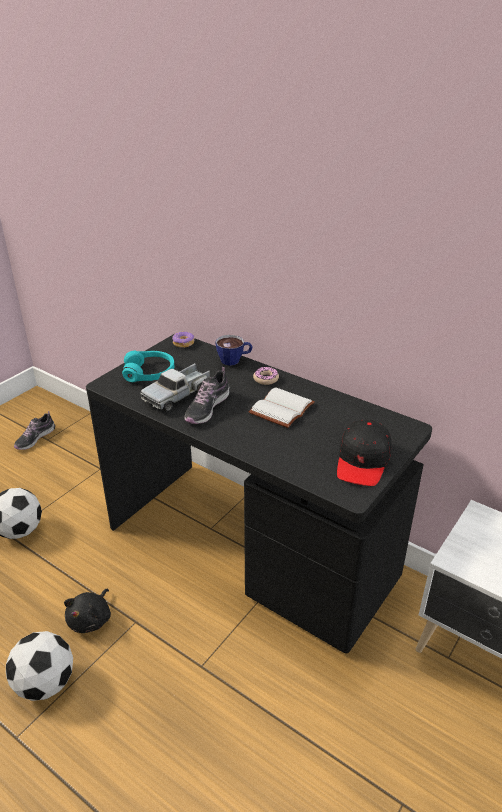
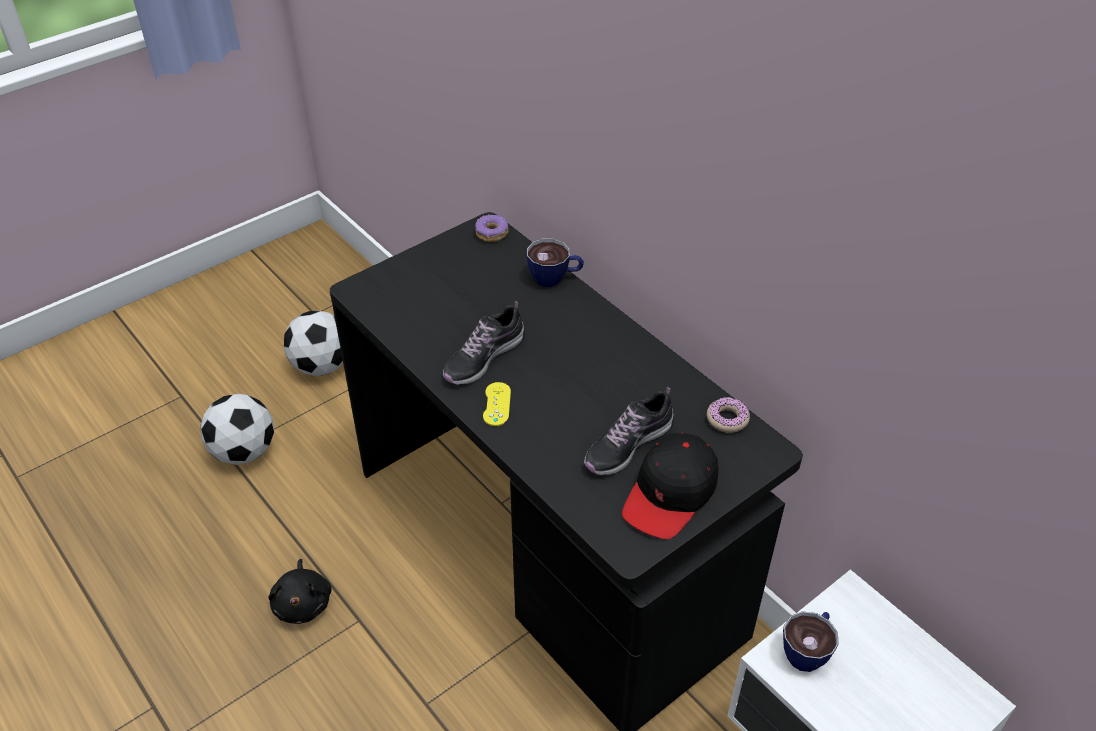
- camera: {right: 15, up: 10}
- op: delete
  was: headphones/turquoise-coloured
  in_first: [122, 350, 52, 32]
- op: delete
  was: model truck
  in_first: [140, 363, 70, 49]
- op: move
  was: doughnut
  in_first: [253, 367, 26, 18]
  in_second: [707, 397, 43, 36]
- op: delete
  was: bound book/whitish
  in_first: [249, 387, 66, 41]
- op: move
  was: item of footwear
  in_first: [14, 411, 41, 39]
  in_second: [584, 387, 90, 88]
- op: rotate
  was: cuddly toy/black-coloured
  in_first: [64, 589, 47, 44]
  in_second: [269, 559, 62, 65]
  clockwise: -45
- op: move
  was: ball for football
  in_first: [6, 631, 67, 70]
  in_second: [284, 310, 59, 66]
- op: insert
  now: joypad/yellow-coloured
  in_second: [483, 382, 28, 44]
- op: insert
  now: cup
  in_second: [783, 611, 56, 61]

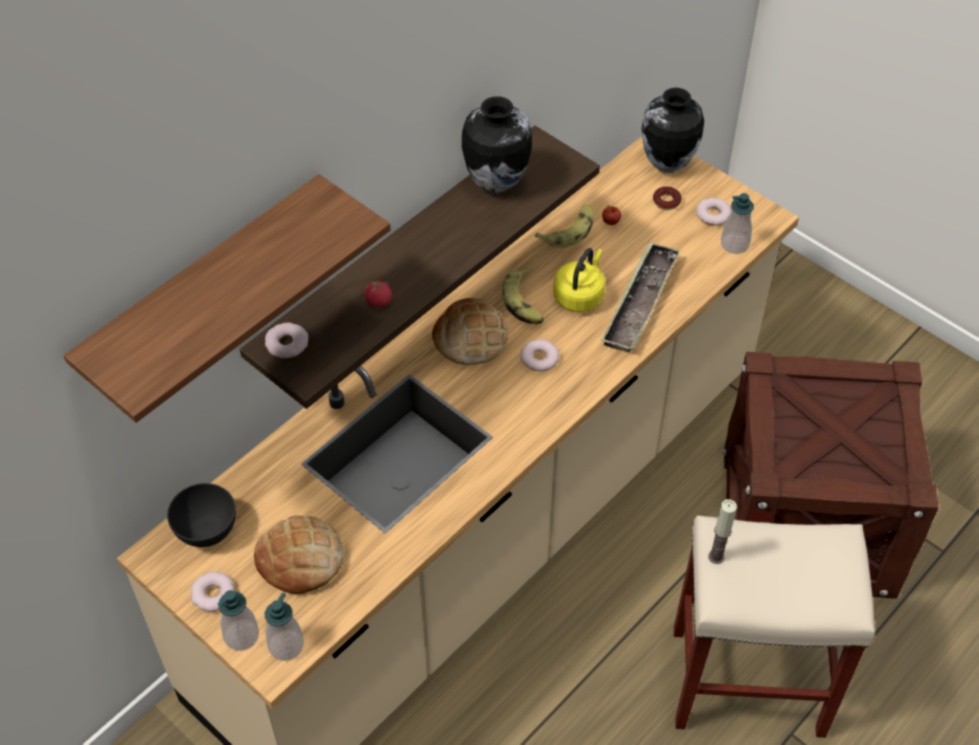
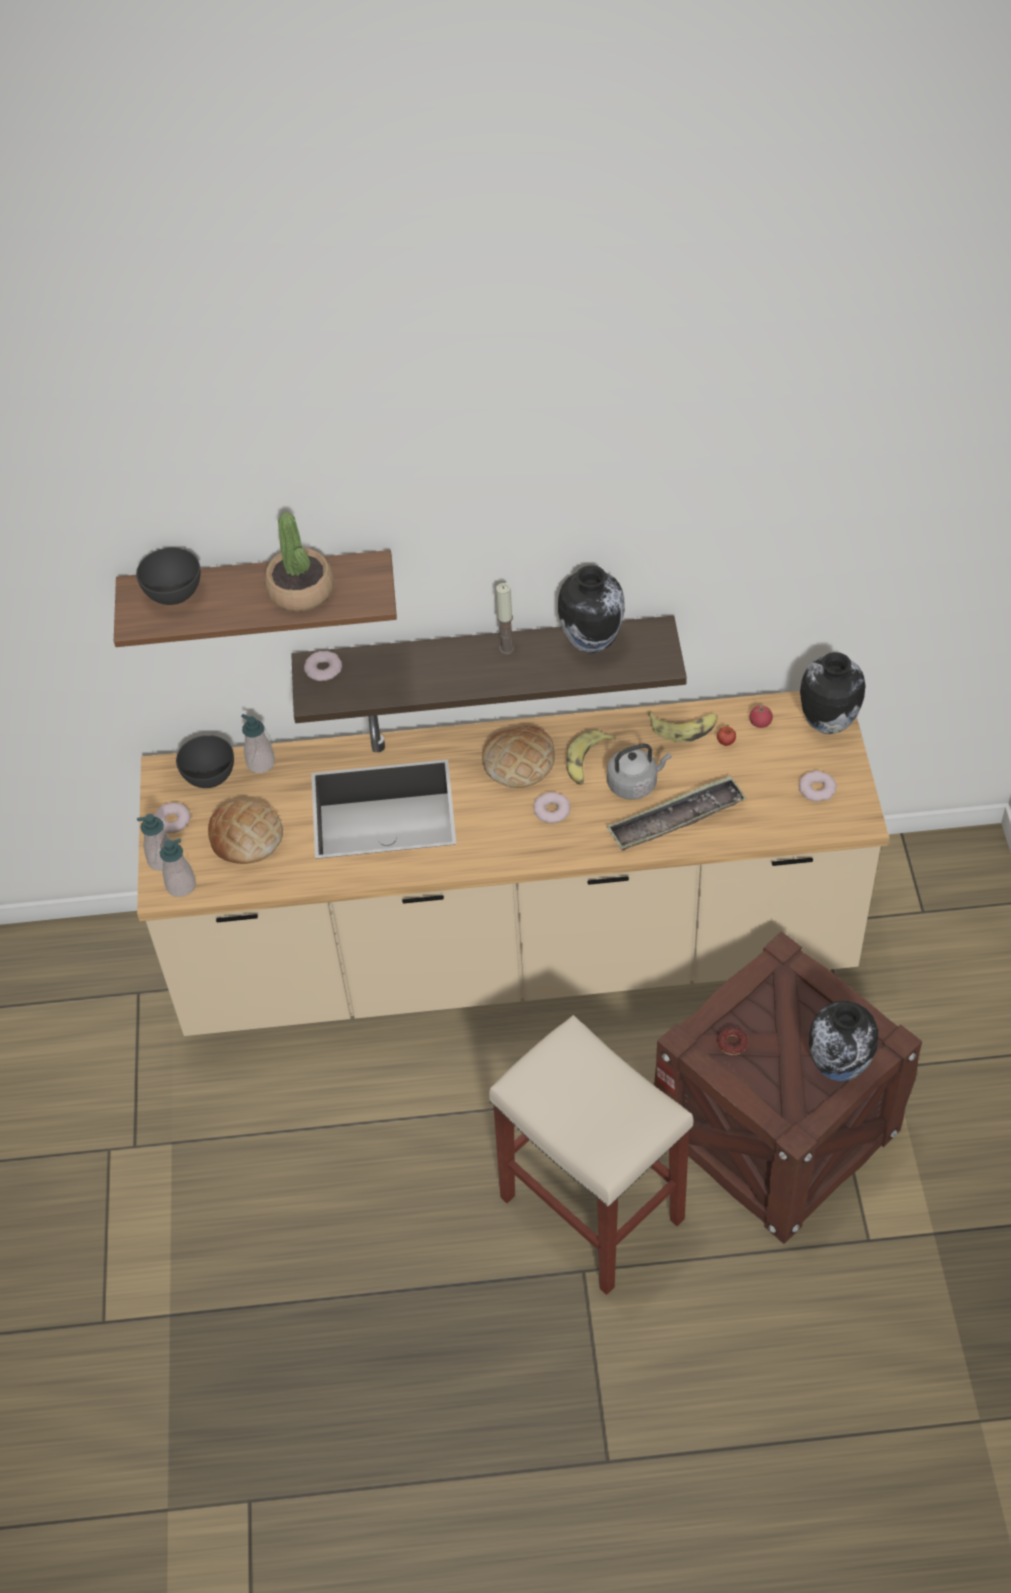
- camera: {right: 45, up: 0}
- op: move
  was: doughnut
  in_first: [653, 187, 29, 23]
  in_second: [717, 1027, 31, 28]
- op: move
  was: soap dispenser
  in_first: [721, 193, 33, 61]
  in_second: [241, 714, 34, 59]
- op: recolor
  was: water kettle/yellow-coloured
  now: water kettle/greyish
  in_first: [553, 248, 52, 64]
  in_second: [607, 743, 65, 57]
- op: move
  was: tomato
  in_first: [365, 281, 27, 27]
  in_second: [749, 704, 24, 24]
- op: move
  was: wax candle
  in_first: [708, 499, 29, 65]
  in_second: [496, 583, 19, 71]
- op: insert
  now: plant in a pot
  in_second: [264, 513, 70, 99]
- op: insert
  now: bowl/greyish
  in_second: [136, 548, 64, 57]
- op: insert
  now: vase
  in_second: [809, 1001, 69, 80]

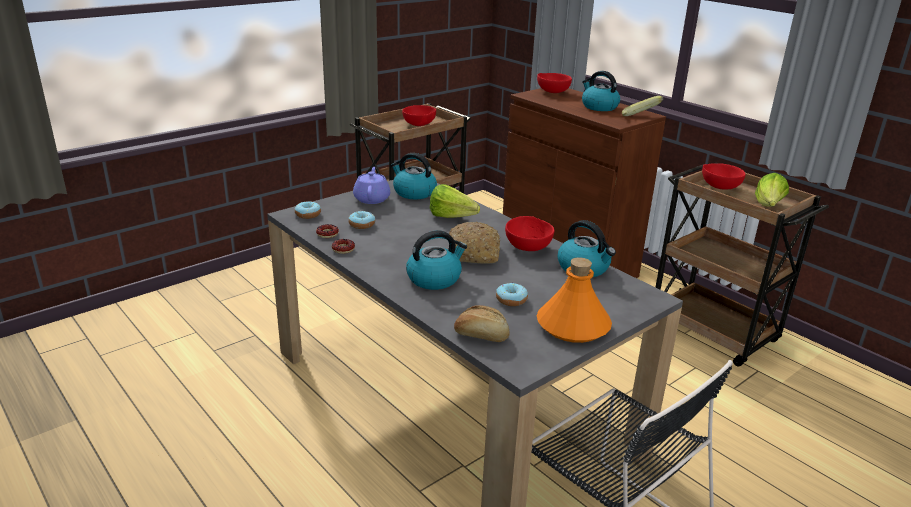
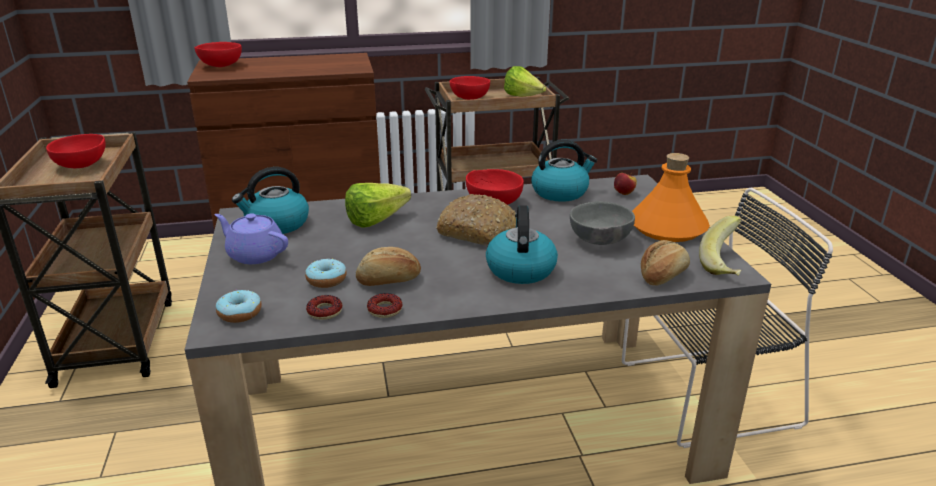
- camera: {right: -60, up: 0}
- op: delete
  was: water kettle
  in_first: [582, 71, 38, 40]
- op: move
  was: banana
  in_first: [622, 96, 41, 20]
  in_second: [699, 216, 43, 60]
- op: replace
  was: doughnut
  now: bowl/greyish
  in_first: [496, 282, 32, 24]
  in_second: [570, 202, 65, 43]
- op: insert
  now: apple
  in_second: [614, 173, 23, 22]
- op: insert
  now: bakery bread
  in_second: [356, 247, 65, 39]

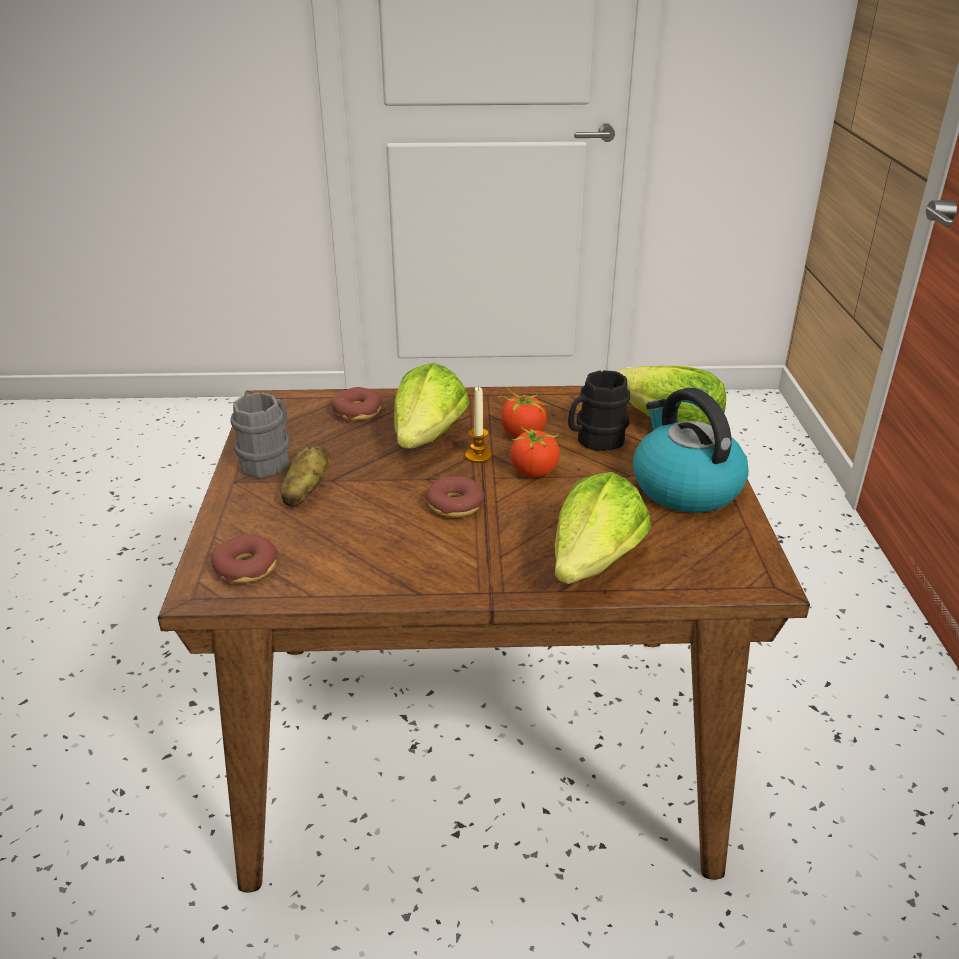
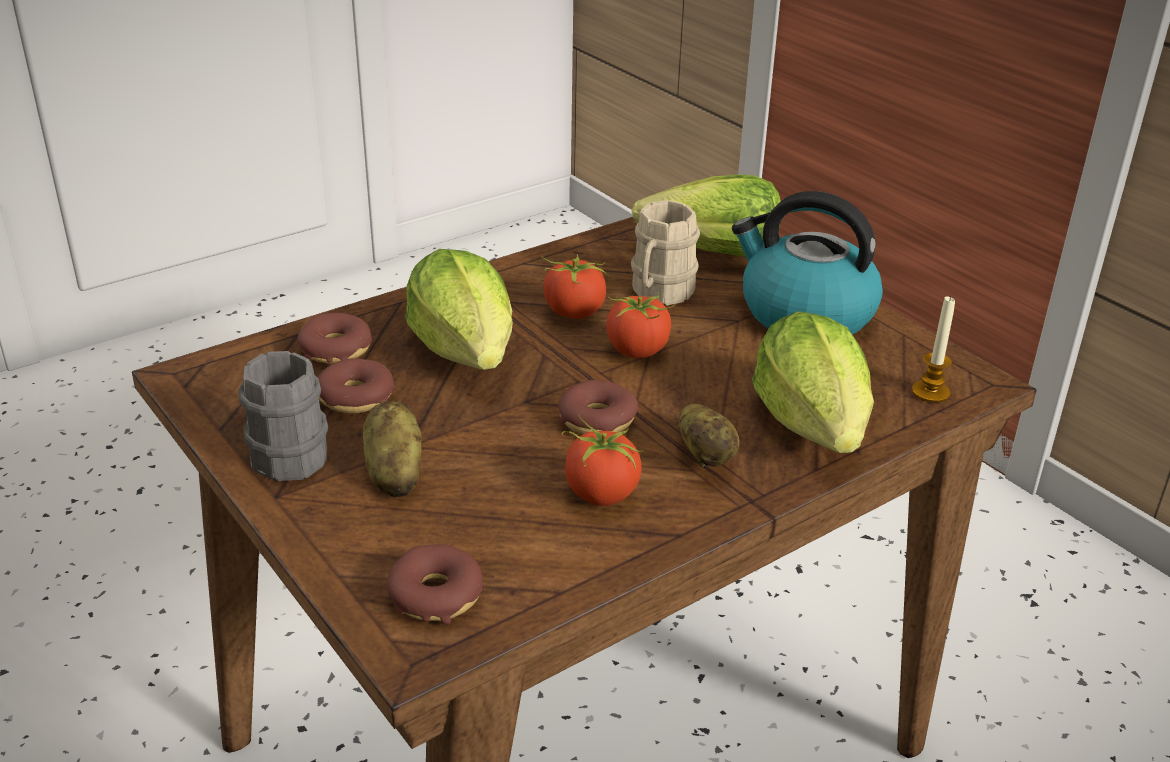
- camera: {right: -35, up: 0}
- op: recolor
  was: coffee mug/black-coloured
  now: coffee mug/beige
  in_first: [568, 370, 62, 81]
  in_second: [631, 200, 69, 106]
- op: move
  was: wax candle
  in_first: [465, 386, 27, 77]
  in_second: [912, 295, 43, 108]
- op: insert
  now: doughnut
  in_second: [318, 358, 77, 55]
- op: insert
  now: whole potato
  in_second: [679, 404, 60, 63]
- op: insert
  now: tomato
  in_second: [561, 415, 82, 91]

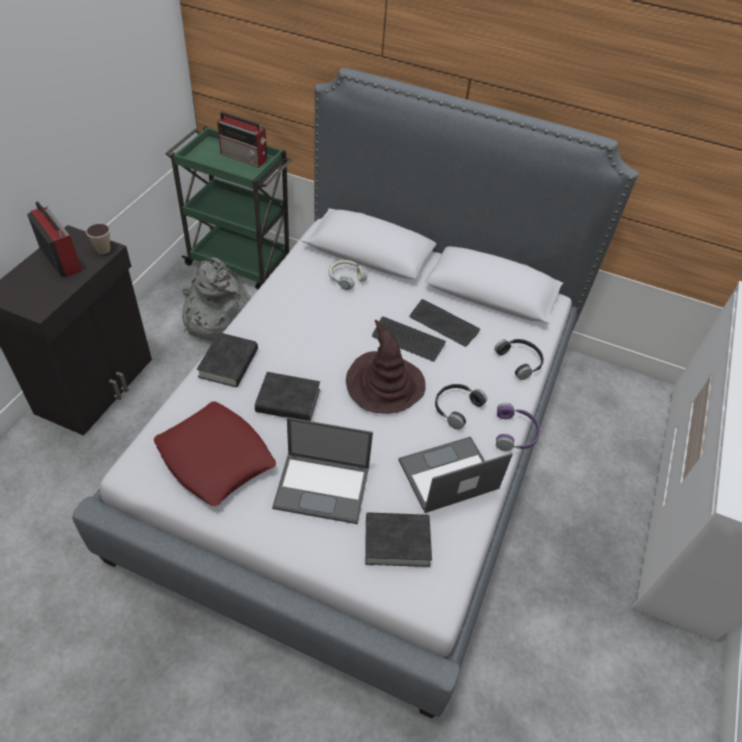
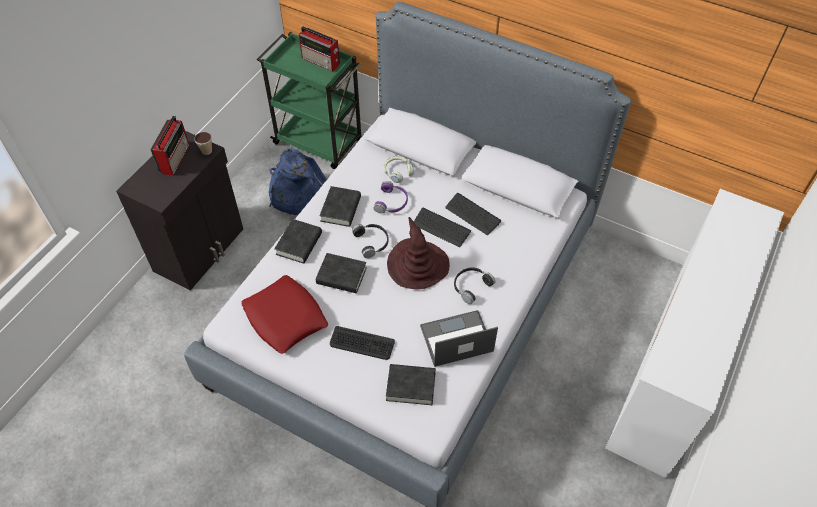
- camera: {right: 10, up: 5}
- op: rotate
  was: radio receiver
  in_first: [27, 201, 55, 76]
  in_second: [150, 115, 39, 61]
  clockwise: 45
- op: recolor
  was: rucksack/greyish
  now: rucksack/blue-coloured
  in_first: [182, 257, 69, 84]
  in_second: [269, 148, 58, 67]
- op: move
  was: headphones/black-coloured
  in_first: [494, 339, 50, 41]
  in_second: [352, 224, 37, 34]
- op: move
  was: headphones/purple-coloured
  in_first: [496, 403, 44, 48]
  in_second: [374, 181, 34, 33]
- op: replace
  was: portable computer
  now: PC keyboard
  in_first: [272, 417, 101, 107]
  in_second: [330, 326, 65, 34]
- op: insert
  now: bound book/black-coloured
  in_second: [320, 186, 41, 41]

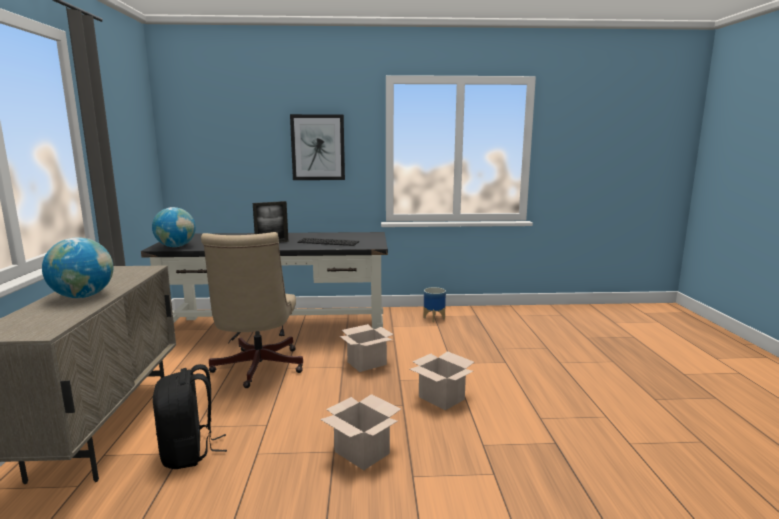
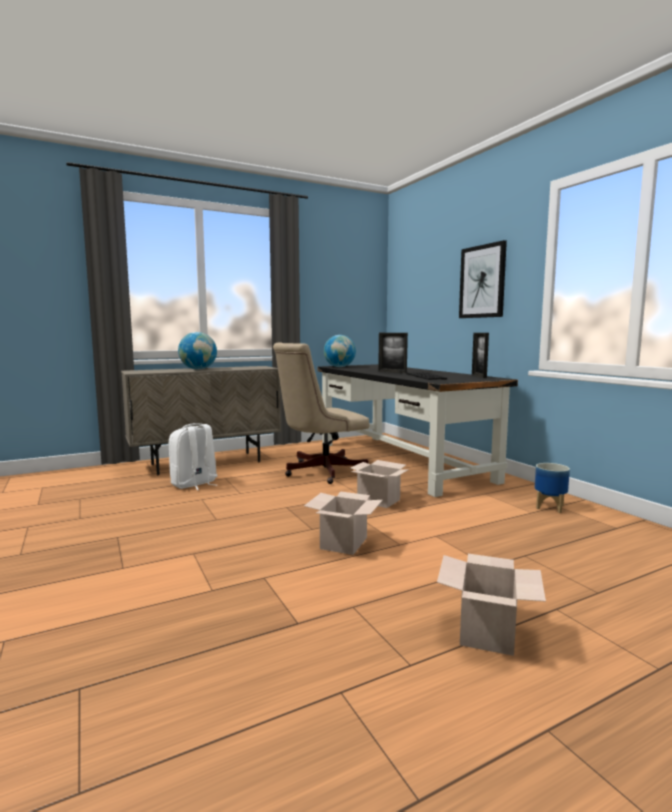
- camera: {right: 65, up: -5}
- op: recolor
  was: rucksack/black-coloured
  now: rucksack/whitish
  in_first: [153, 364, 74, 105]
  in_second: [169, 423, 49, 67]
- op: move
  was: cardboard box
  in_first: [320, 394, 81, 76]
  in_second: [437, 554, 109, 102]
- op: insert
  now: photo frame
  in_second: [472, 333, 17, 45]

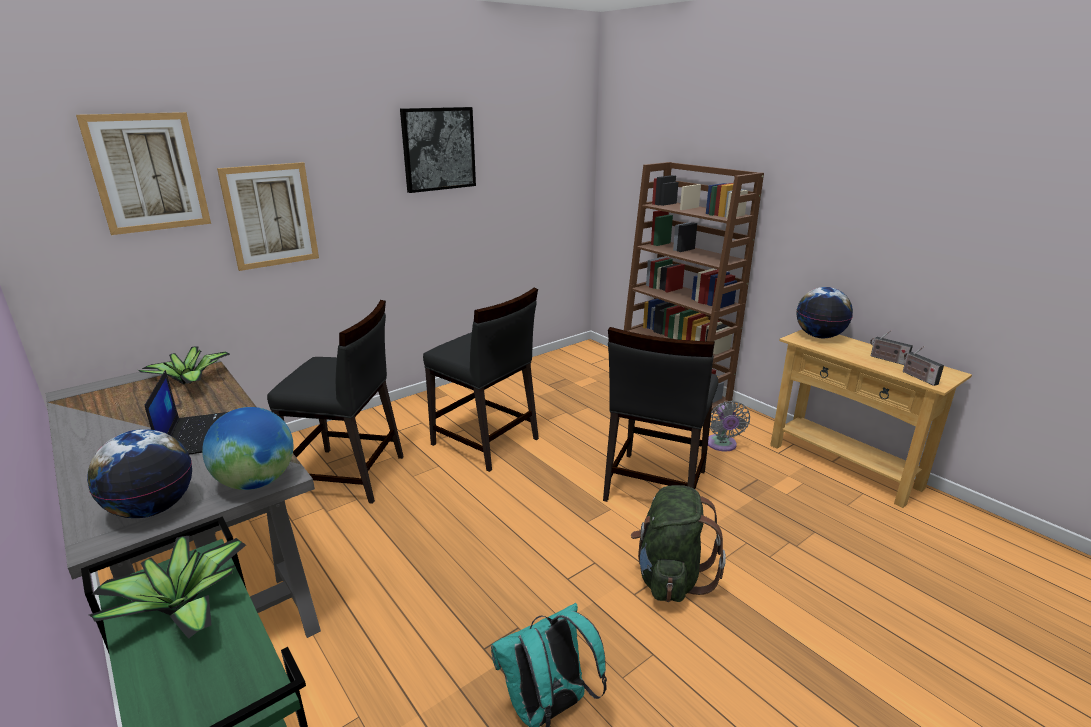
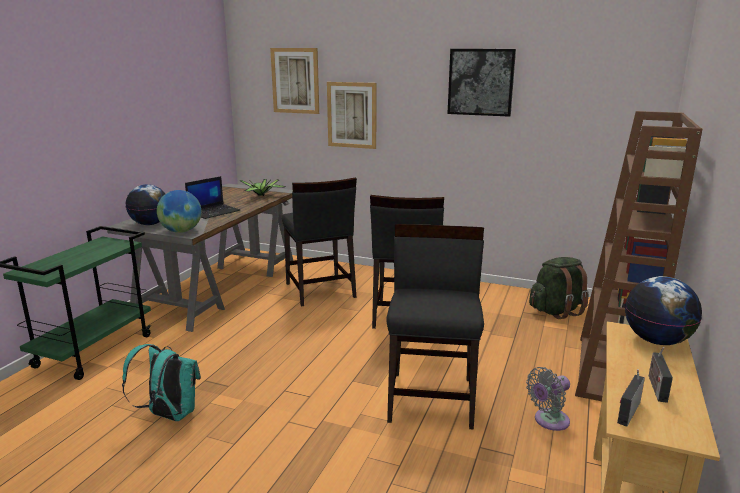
- camera: {right: 60, up: -5}
- op: rotate
  was: upright chair/black-coloured
  in_first: [603, 327, 115, 175]
  in_second: [386, 224, 98, 206]
  clockwise: 105
- op: move
  was: rucksack/green
  in_first: [631, 485, 95, 117]
  in_second: [529, 257, 60, 62]
- op: delete
  was: plant in a pot
  in_first: [89, 536, 157, 103]

